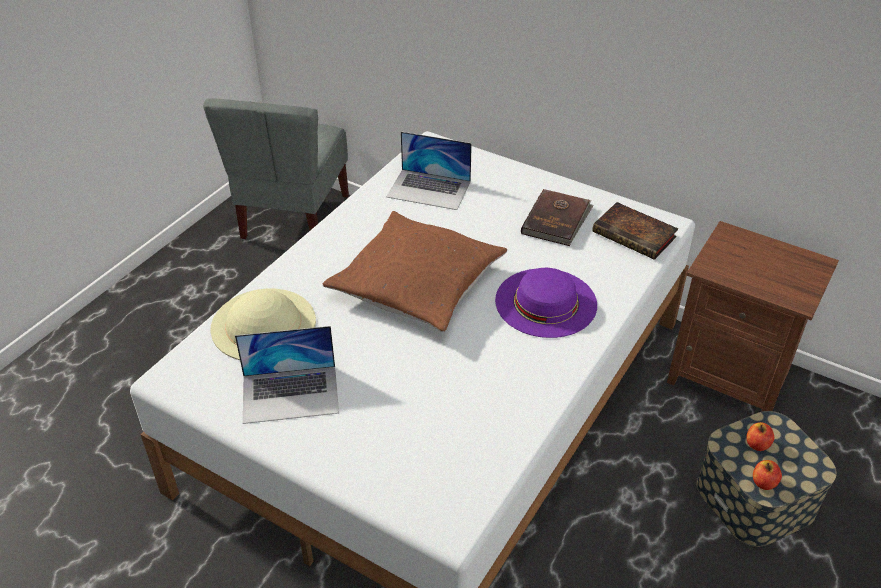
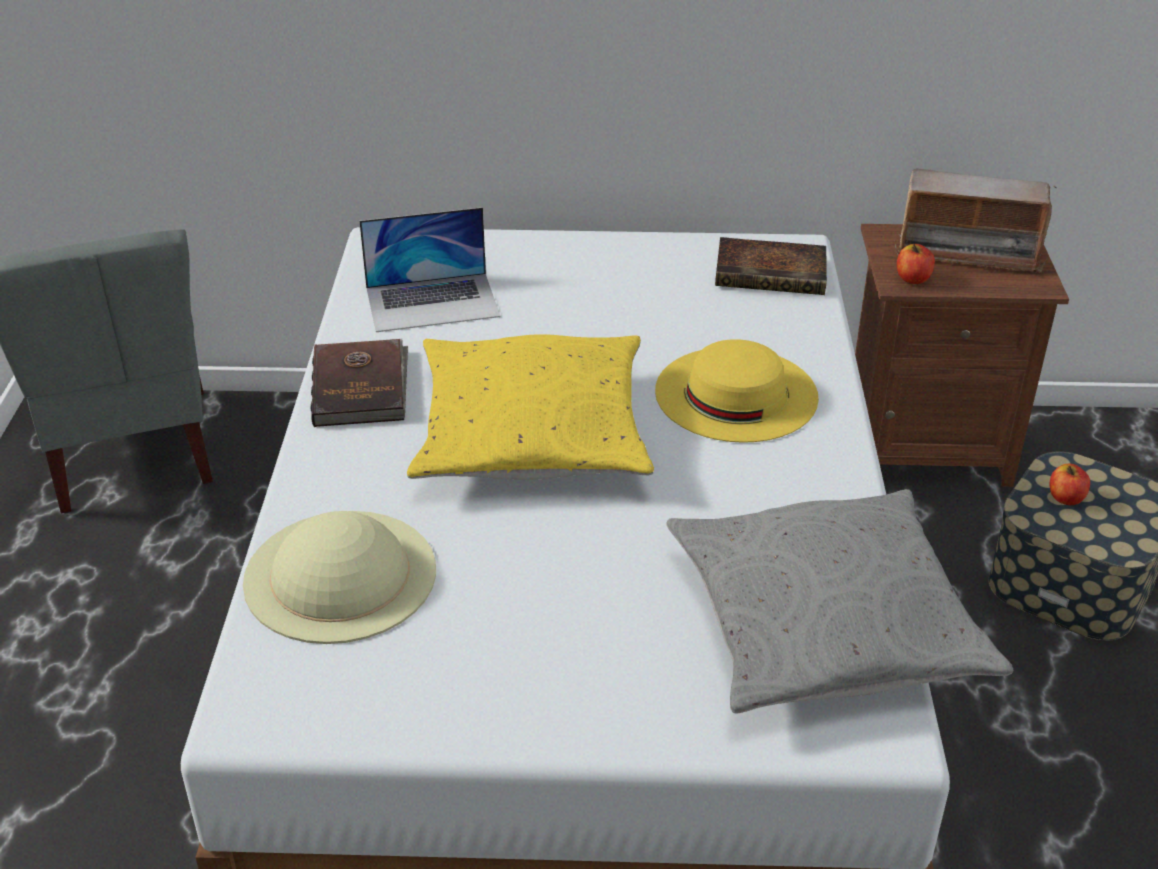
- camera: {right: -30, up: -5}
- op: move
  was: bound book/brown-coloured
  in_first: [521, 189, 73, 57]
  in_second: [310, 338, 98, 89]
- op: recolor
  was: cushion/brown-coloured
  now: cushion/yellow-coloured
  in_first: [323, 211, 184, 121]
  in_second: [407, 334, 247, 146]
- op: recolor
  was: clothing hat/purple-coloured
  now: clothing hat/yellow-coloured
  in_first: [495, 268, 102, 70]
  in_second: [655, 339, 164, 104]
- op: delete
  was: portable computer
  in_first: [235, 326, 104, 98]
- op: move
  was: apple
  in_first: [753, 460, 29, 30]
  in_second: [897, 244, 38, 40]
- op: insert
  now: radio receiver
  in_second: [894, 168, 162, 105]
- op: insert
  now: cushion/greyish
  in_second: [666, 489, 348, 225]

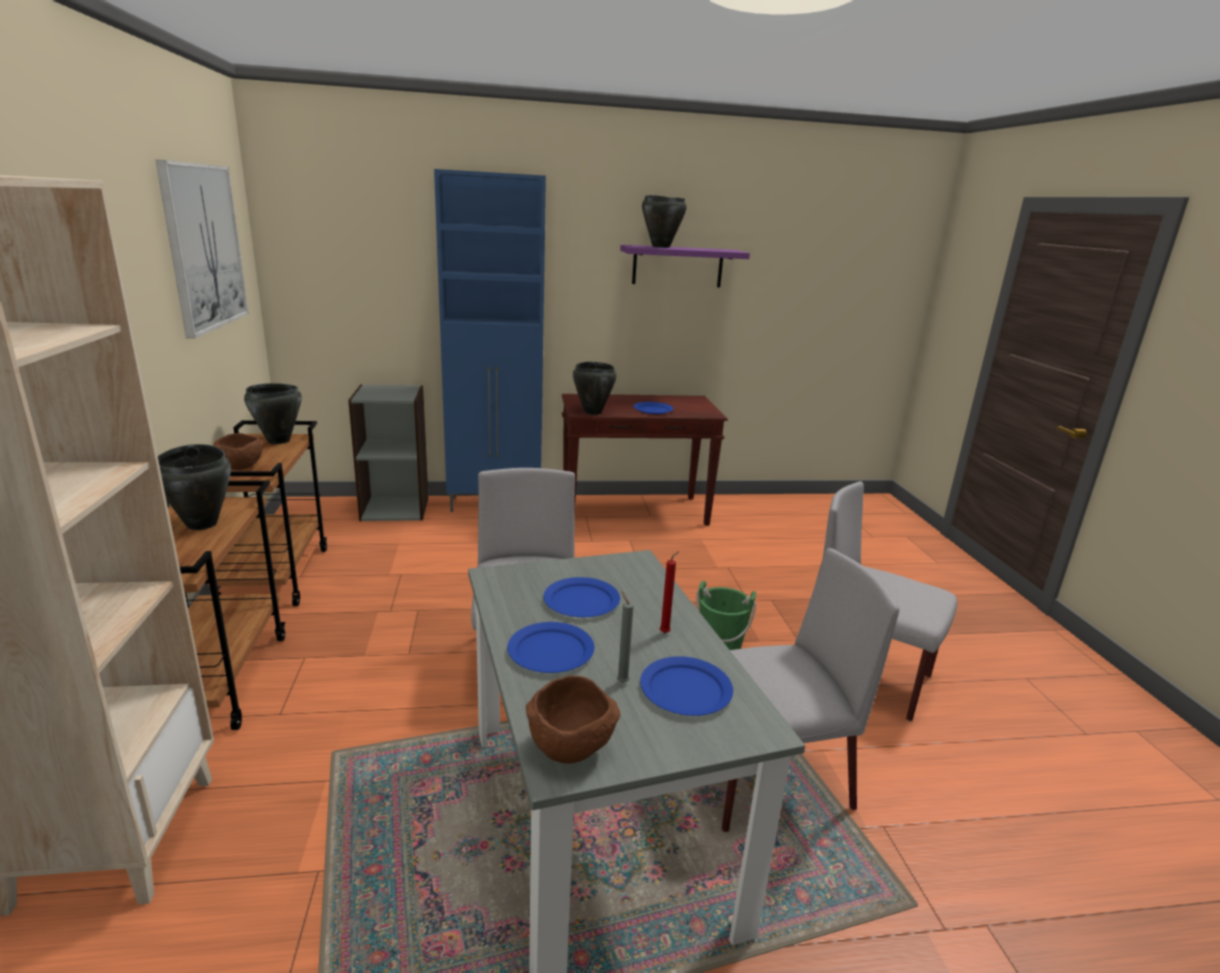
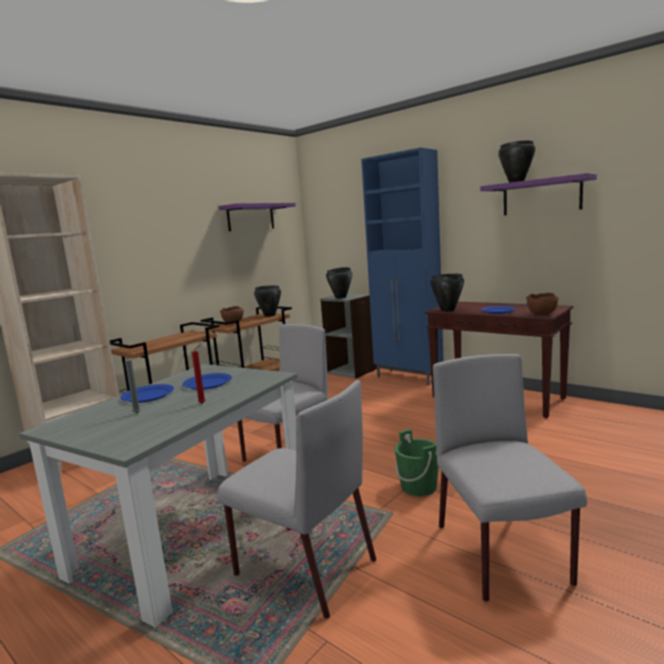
- camera: {right: 50, up: -10}
- op: replace
  was: picture
  now: wall shelf/purple-coloured
  in_first: [155, 159, 94, 179]
  in_second: [219, 203, 77, 28]
- op: move
  was: saucepot/black-coloured
  in_first: [158, 444, 73, 86]
  in_second: [326, 267, 26, 32]
- op: delete
  was: plate/blue-coloured
  in_first: [640, 656, 93, 60]
- op: move
  was: bowl/brown-coloured
  in_first: [526, 676, 94, 88]
  in_second: [526, 293, 33, 22]

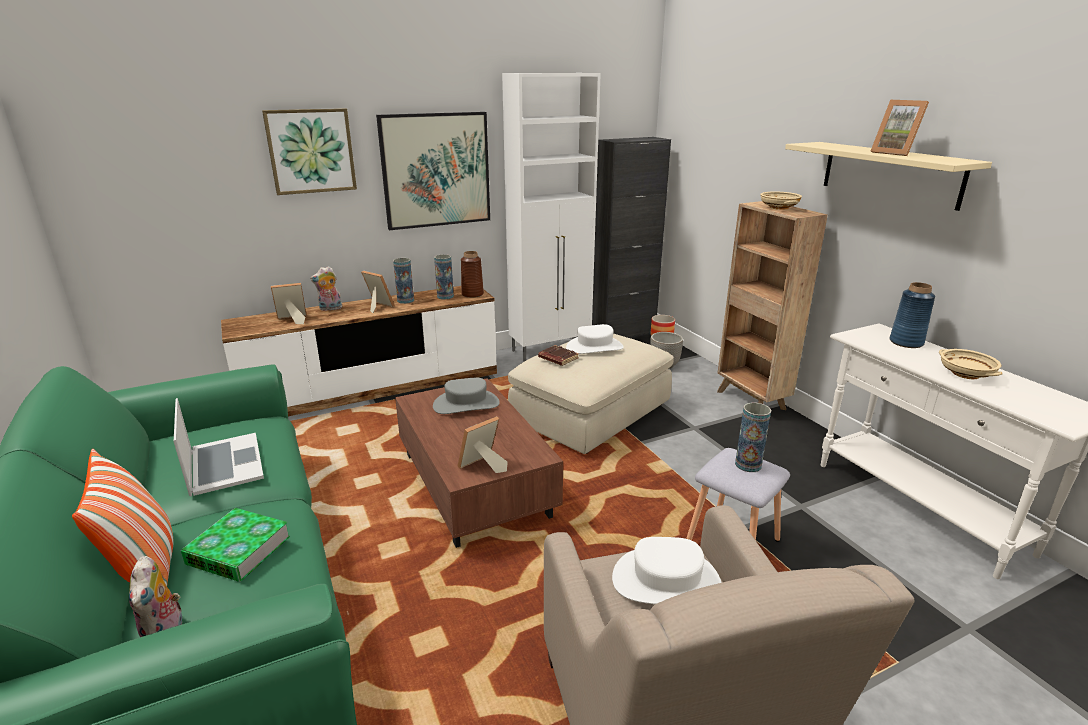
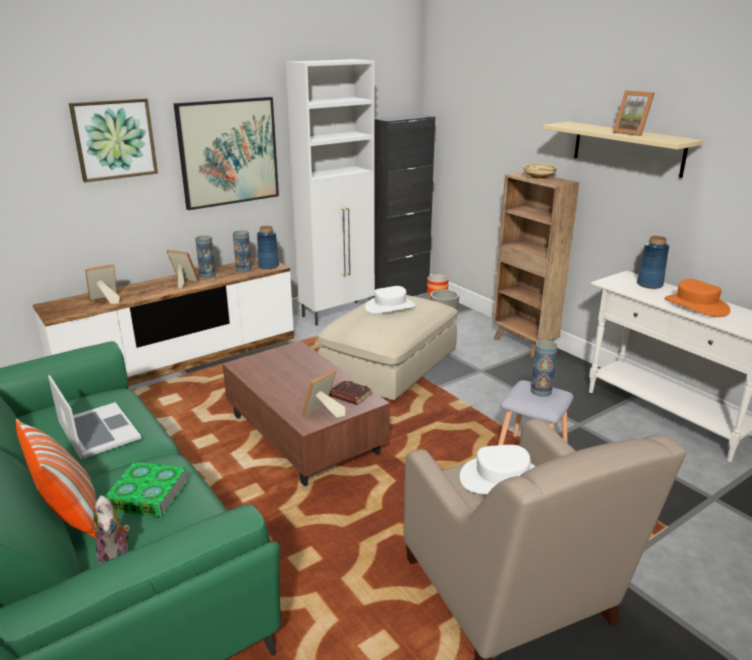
- camera: {right: -10, up: 0}
- op: recolor
  was: vase/brown-coloured
  now: vase/blue-coloured
  in_first: [461, 251, 23, 47]
  in_second: [257, 226, 22, 43]
- op: delete
  was: cuddly toy
  in_first: [310, 266, 32, 45]
- op: move
  was: bound book/brown-coloured
  in_first: [538, 345, 41, 21]
  in_second: [329, 380, 43, 25]
- op: replace
  was: bowl/beige
  now: clothing hat/orangey
  in_first: [939, 349, 64, 30]
  in_second: [665, 279, 65, 38]
- op: delete
  was: clothing hat/greyish
  in_first: [433, 378, 67, 36]

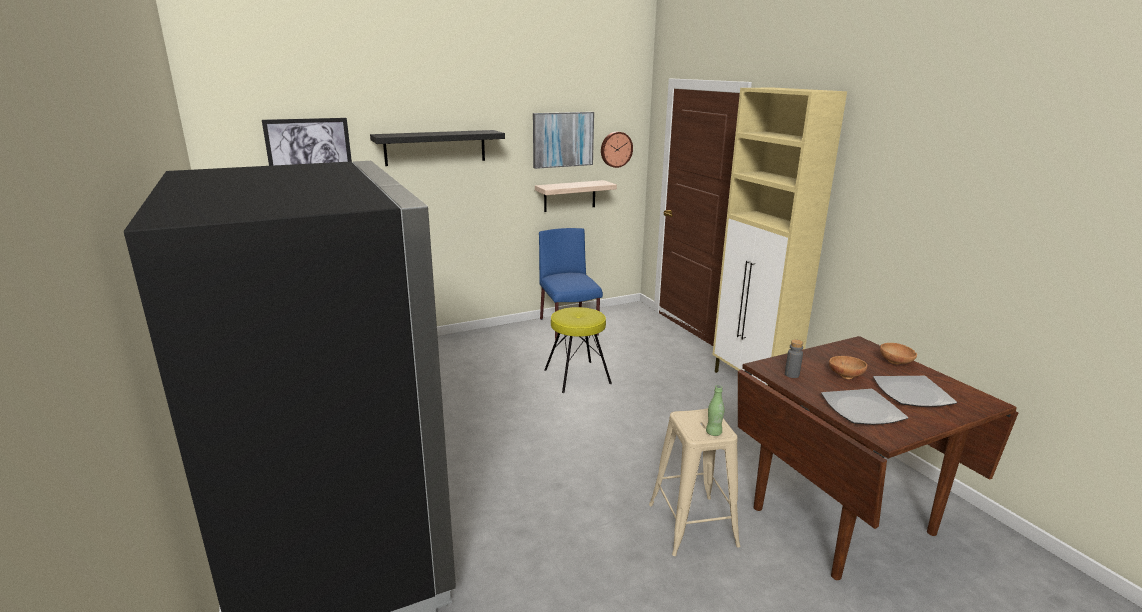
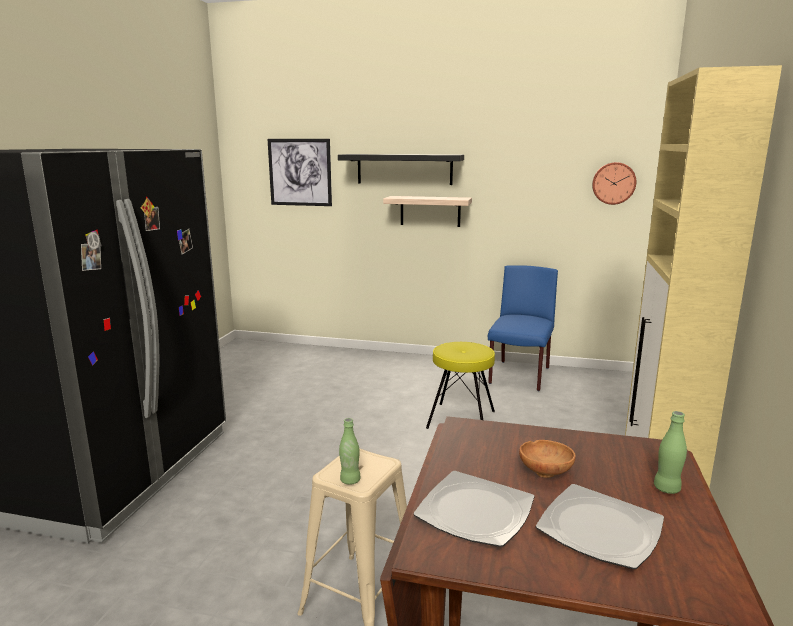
- camera: {right: 40, up: -5}
- op: delete
  was: picture
  in_first: [533, 112, 61, 57]
- op: move
  was: wall shelf
  in_first: [535, 180, 82, 32]
  in_second: [383, 196, 89, 31]
- op: delete
  was: drink bottle/greyish
  in_first: [785, 339, 18, 39]
- op: replace
  was: bowl/brown-coloured
  now: drink bottle/green
  in_first: [880, 343, 37, 21]
  in_second: [654, 411, 33, 83]

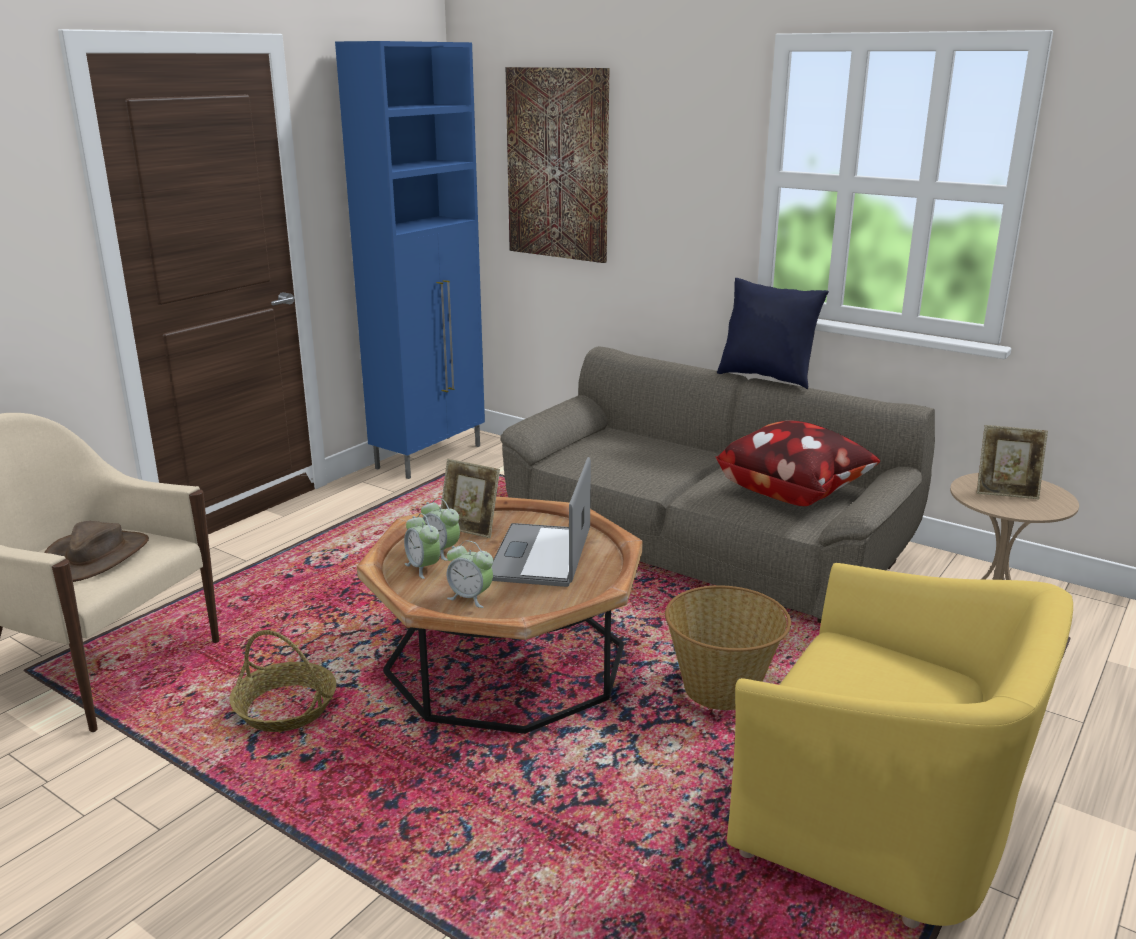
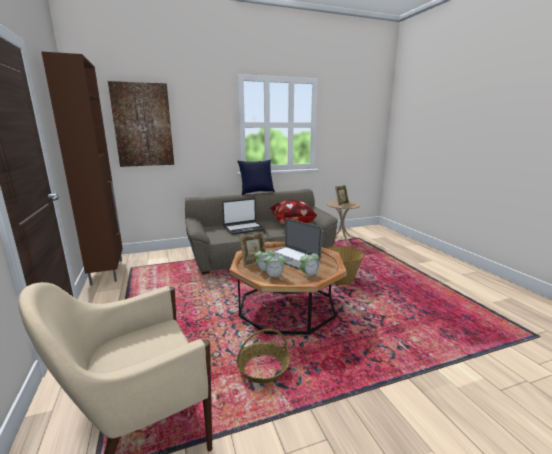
- camera: {right: -55, up: -5}
- op: recolor
  was: storage cabinet/blue-coloured
  now: storage cabinet/brown-coloured
  in_first: [335, 41, 150, 438]
  in_second: [41, 51, 82, 234]
- op: delete
  was: clothing hat/brown-coloured
  in_first: [44, 521, 105, 61]
- op: delete
  was: armchair/yellow-coloured
  in_first: [727, 563, 346, 365]
- op: insert
  now: portable computer
  in_second: [222, 198, 43, 37]

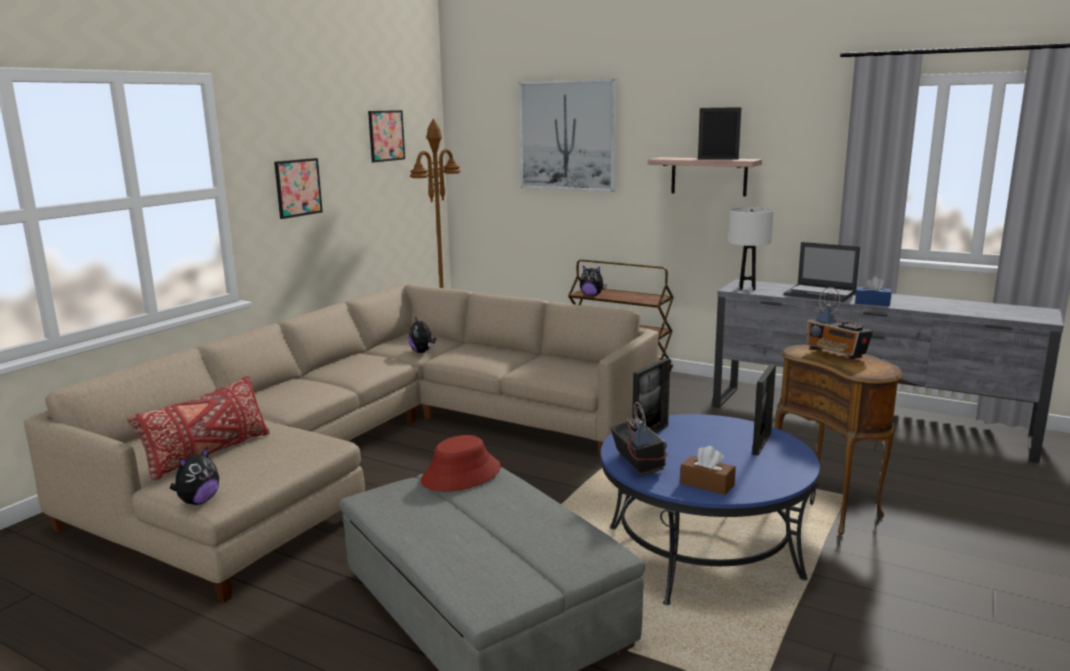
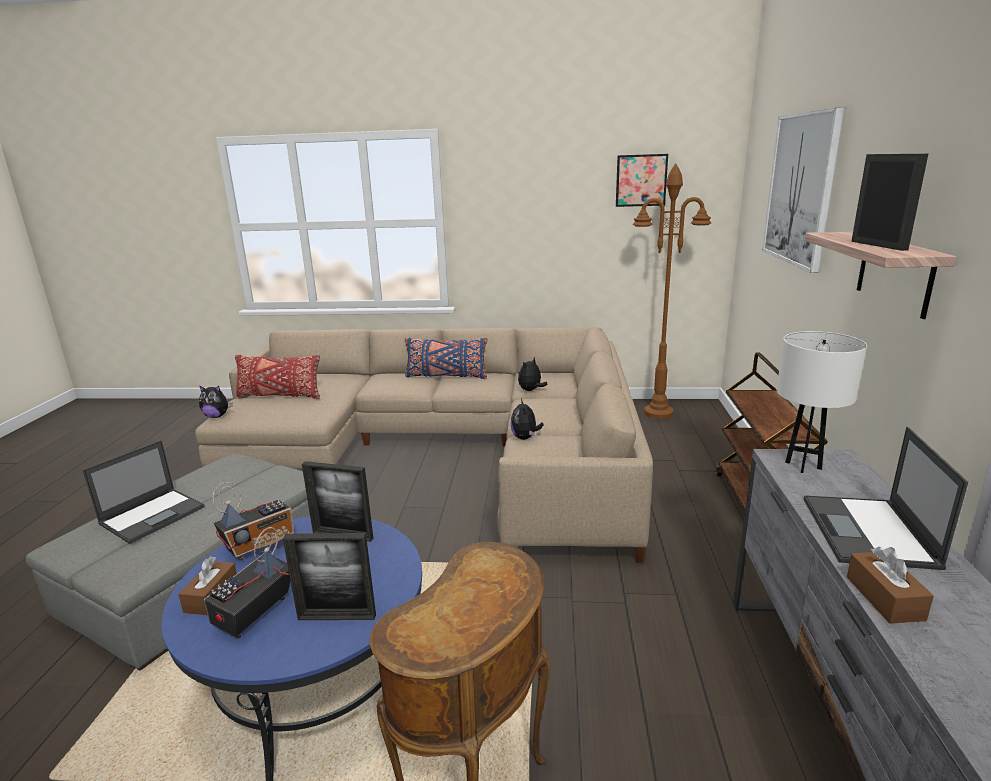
- camera: {right: 65, up: 5}
- op: delete
  was: picture
  in_first: [274, 158, 49, 61]
- op: move
  was: cuddly toy
  in_first: [580, 266, 27, 30]
  in_second: [510, 399, 33, 41]
- op: recolor
  was: box of tissues/blue-coloured
  now: box of tissues/brown-coloured
  in_first: [855, 276, 36, 30]
  in_second: [847, 547, 87, 77]
- op: move
  was: radio receiver
  in_first: [806, 287, 67, 72]
  in_second: [204, 527, 86, 111]
- op: delete
  was: clothing hat/reddish
  in_first: [421, 435, 80, 57]
- op: insert
  now: cushion/blue-coloured
  in_second: [405, 338, 82, 41]
- op: insert
  now: portable computer
  in_second: [83, 440, 122, 104]

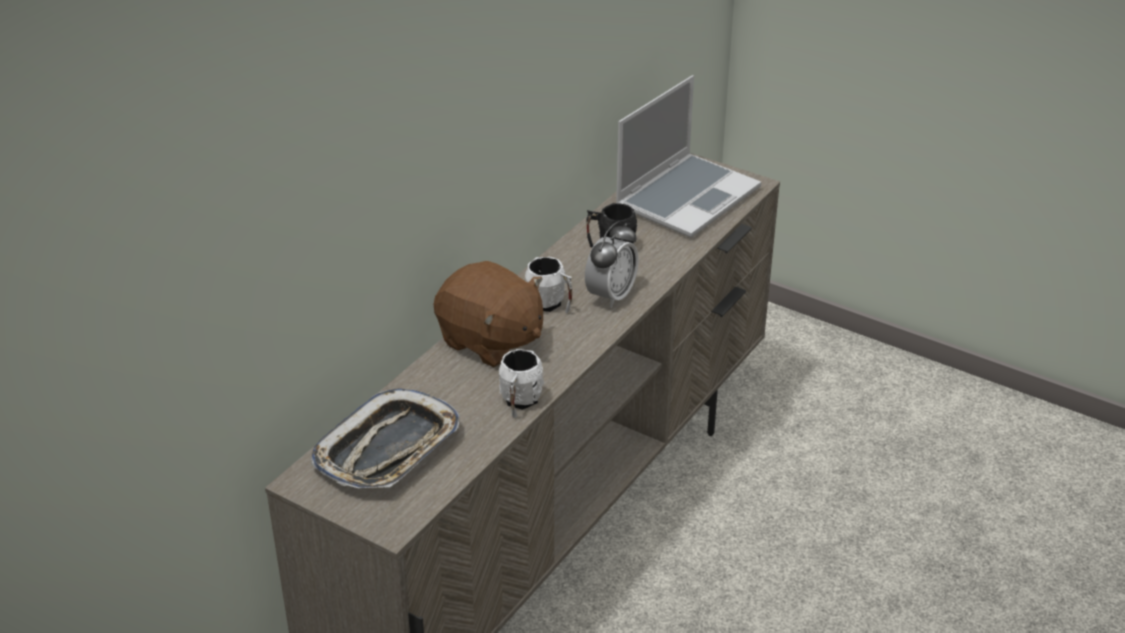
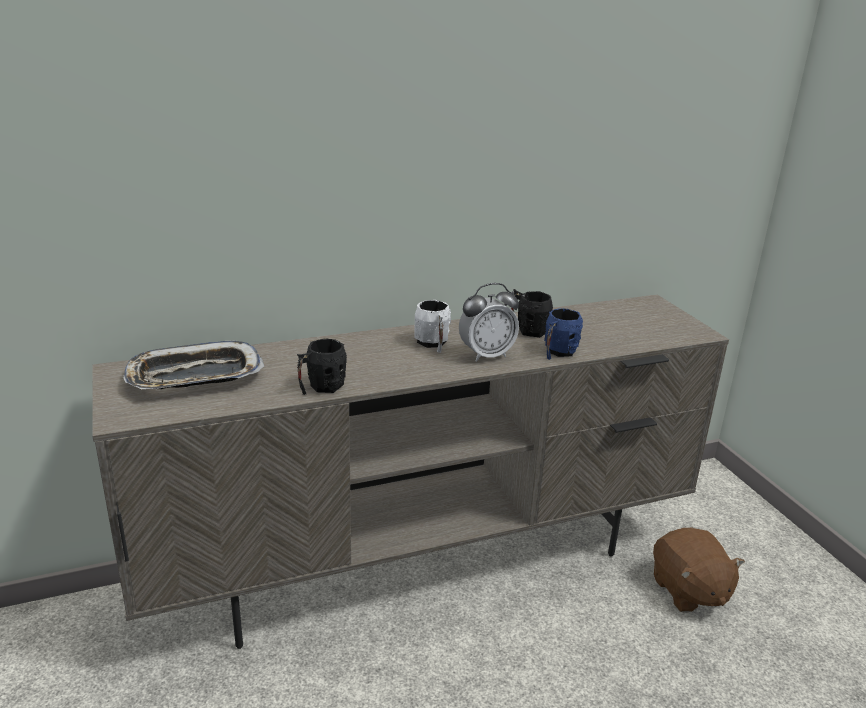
- camera: {right: 35, up: -10}
- op: delete
  was: portable computer
  in_first: [616, 75, 145, 163]
- op: move
  was: cuddly toy/brown-coloured
  in_first: [433, 261, 110, 106]
  in_second: [653, 528, 92, 85]
- op: recolor
  was: coffee mug/whitish
  now: coffee mug/black-coloured
  in_first: [499, 349, 45, 69]
  in_second: [297, 338, 50, 57]
- op: insert
  now: coffee mug/blue-coloured
  in_second: [544, 308, 39, 52]

